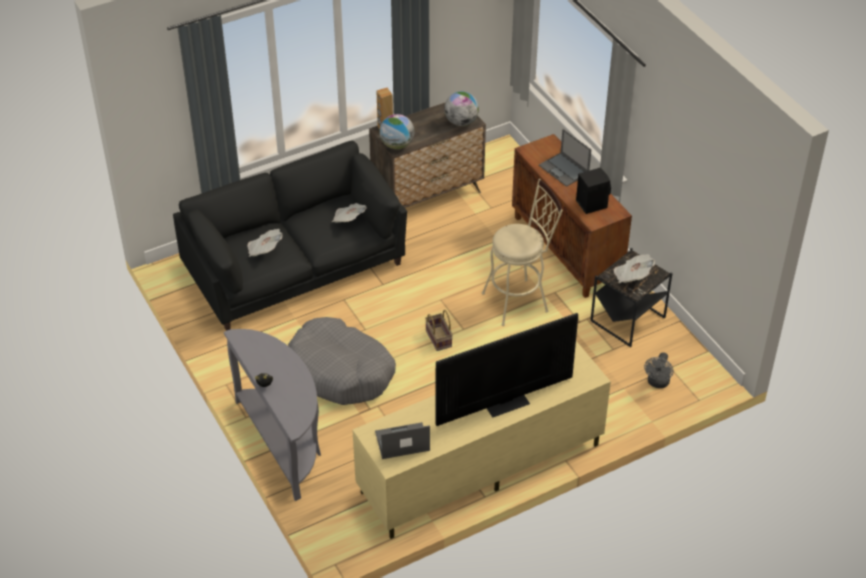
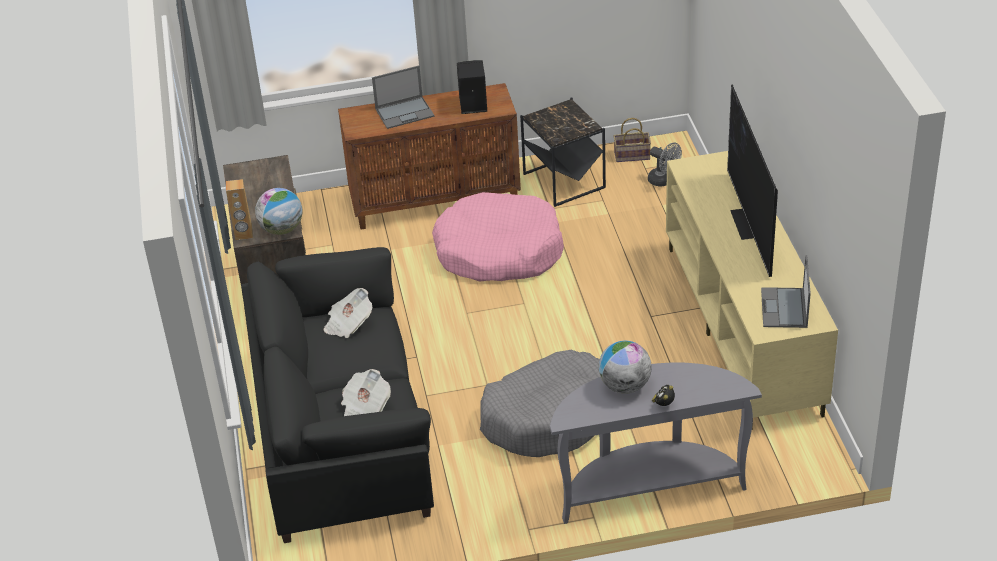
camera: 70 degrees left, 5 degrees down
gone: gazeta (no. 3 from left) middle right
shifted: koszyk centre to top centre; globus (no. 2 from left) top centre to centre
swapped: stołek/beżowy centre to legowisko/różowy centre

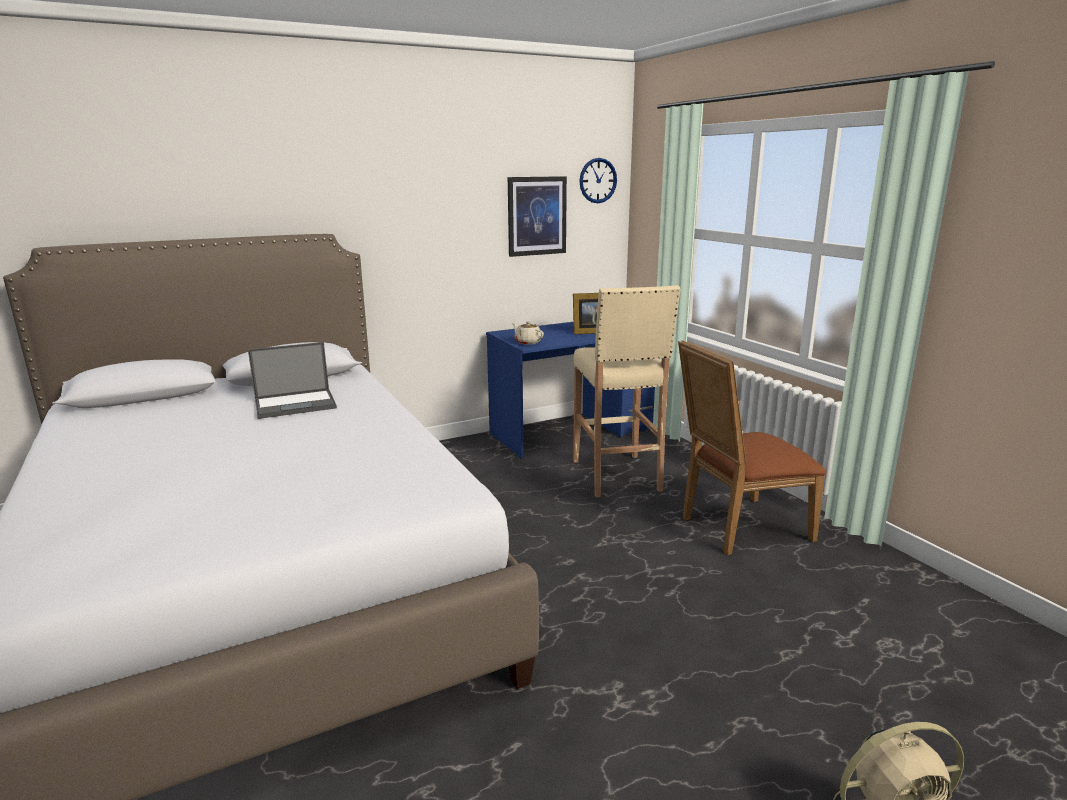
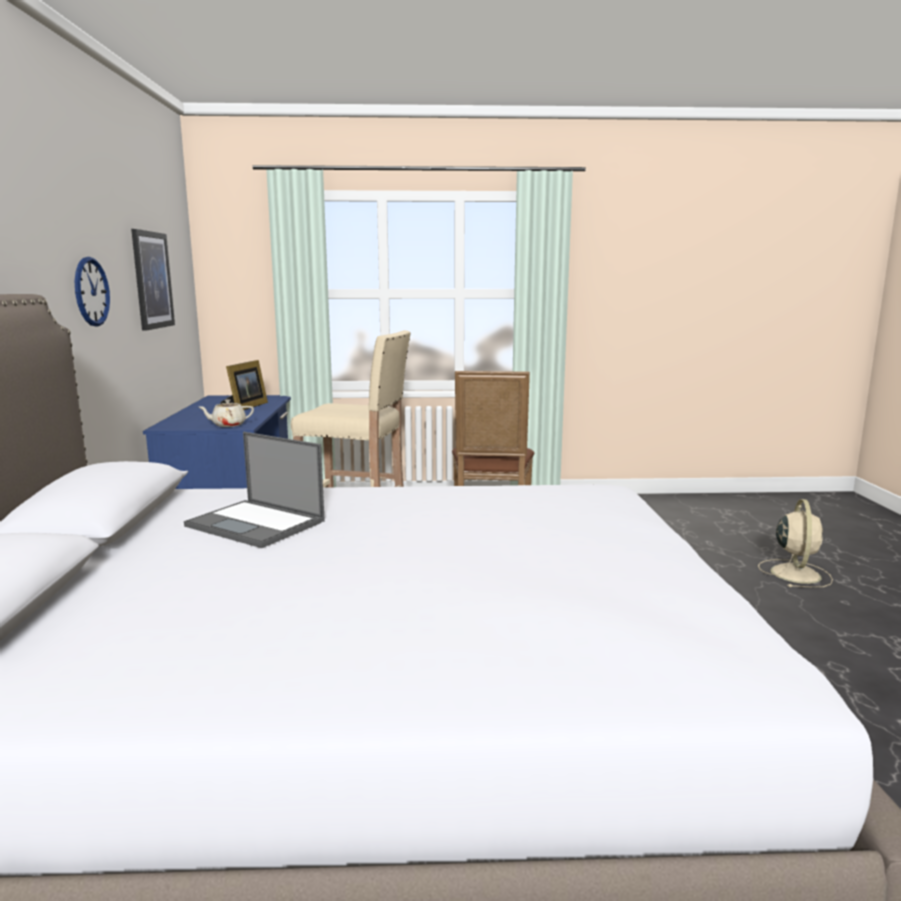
camera: 65 degrees left, 5 degrees down
shifted: zegar ścienny top centre to top left
rotated: laptop middle left = middle left 120 degrees clockwise

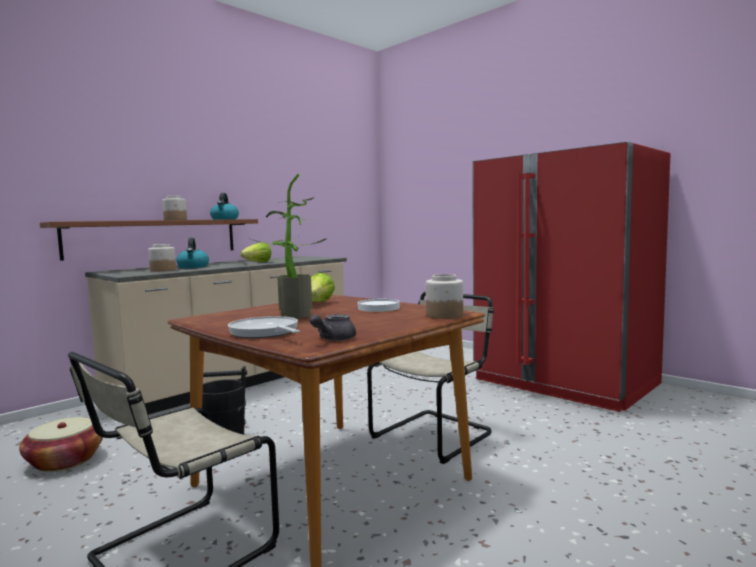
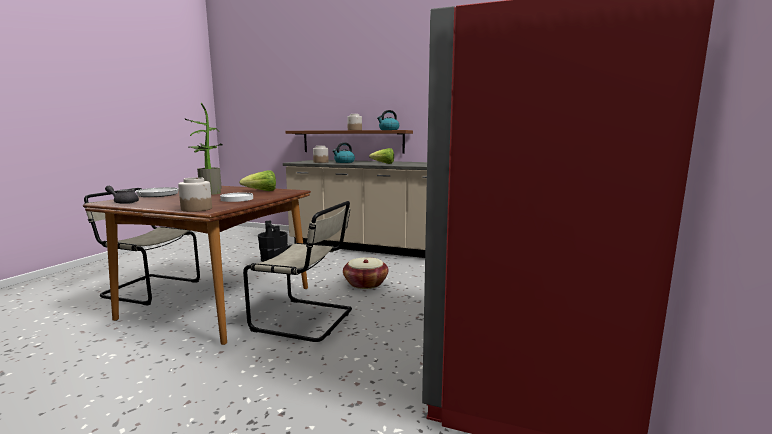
camera: 65 degrees right, 5 degrees up
shifted: koszyk bottom left to centre

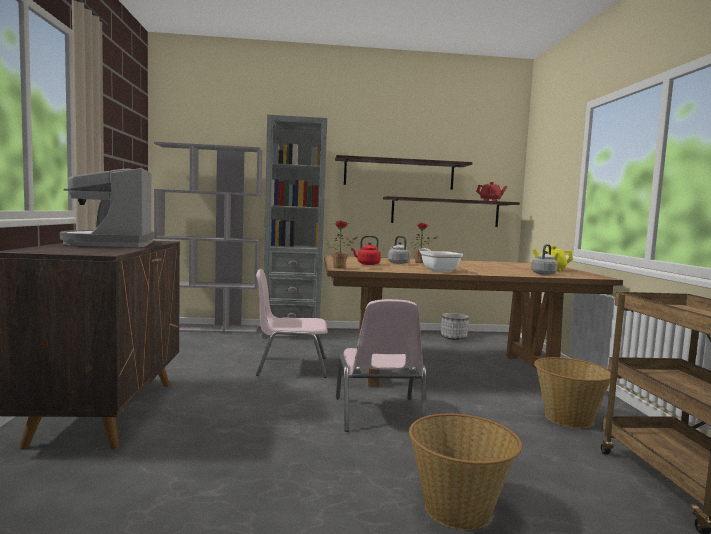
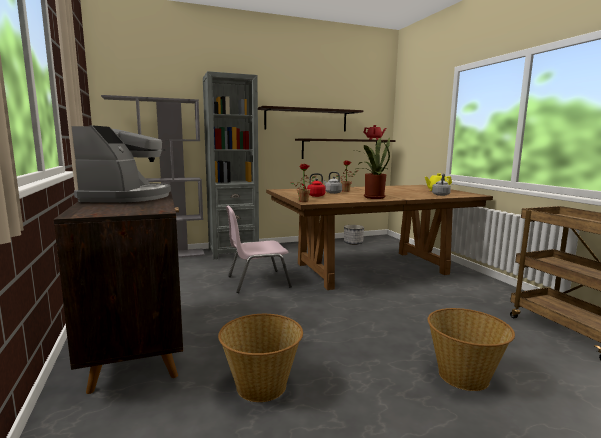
camera: 15 degrees left, 5 degrees up
gone: krzesło/różowy (no. 2 from left) bottom centre
shifted: koszyk (no. 2 from left in the first image) bottom right to koszyk (no. 1 from left) bottom centre
swapped: patelnia centre to roślina doniczkowa (no. 3 from left) centre
rotated: ekspres do kawy middle left = middle left 150 degrees counterclockwise

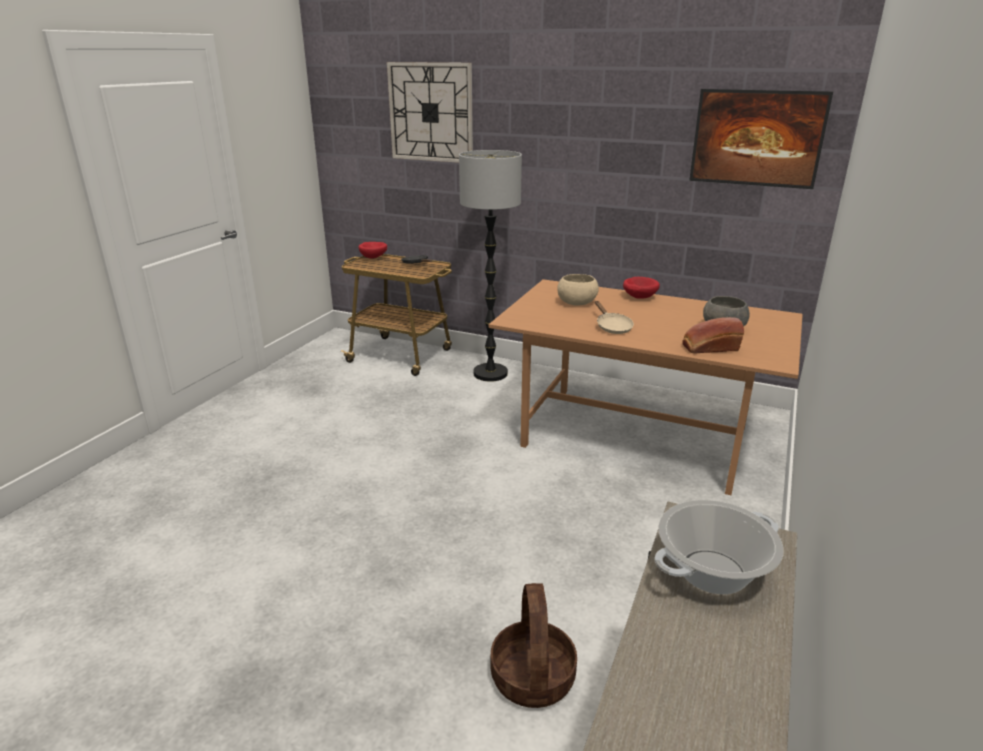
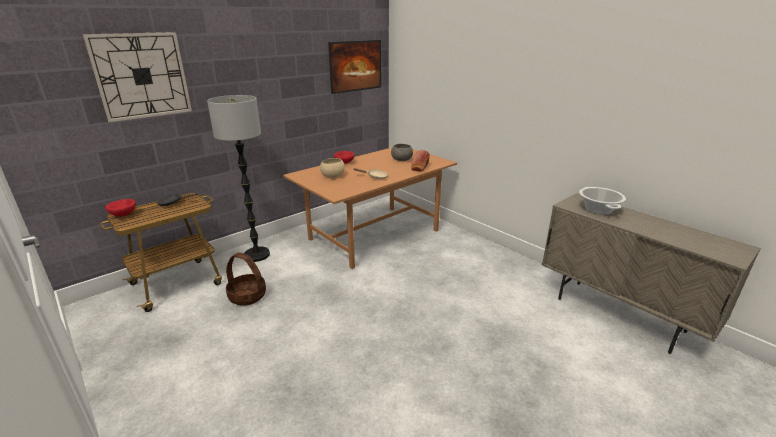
camera: 65 degrees left, 0 degrees up
shifted: koszyk bottom centre to middle left

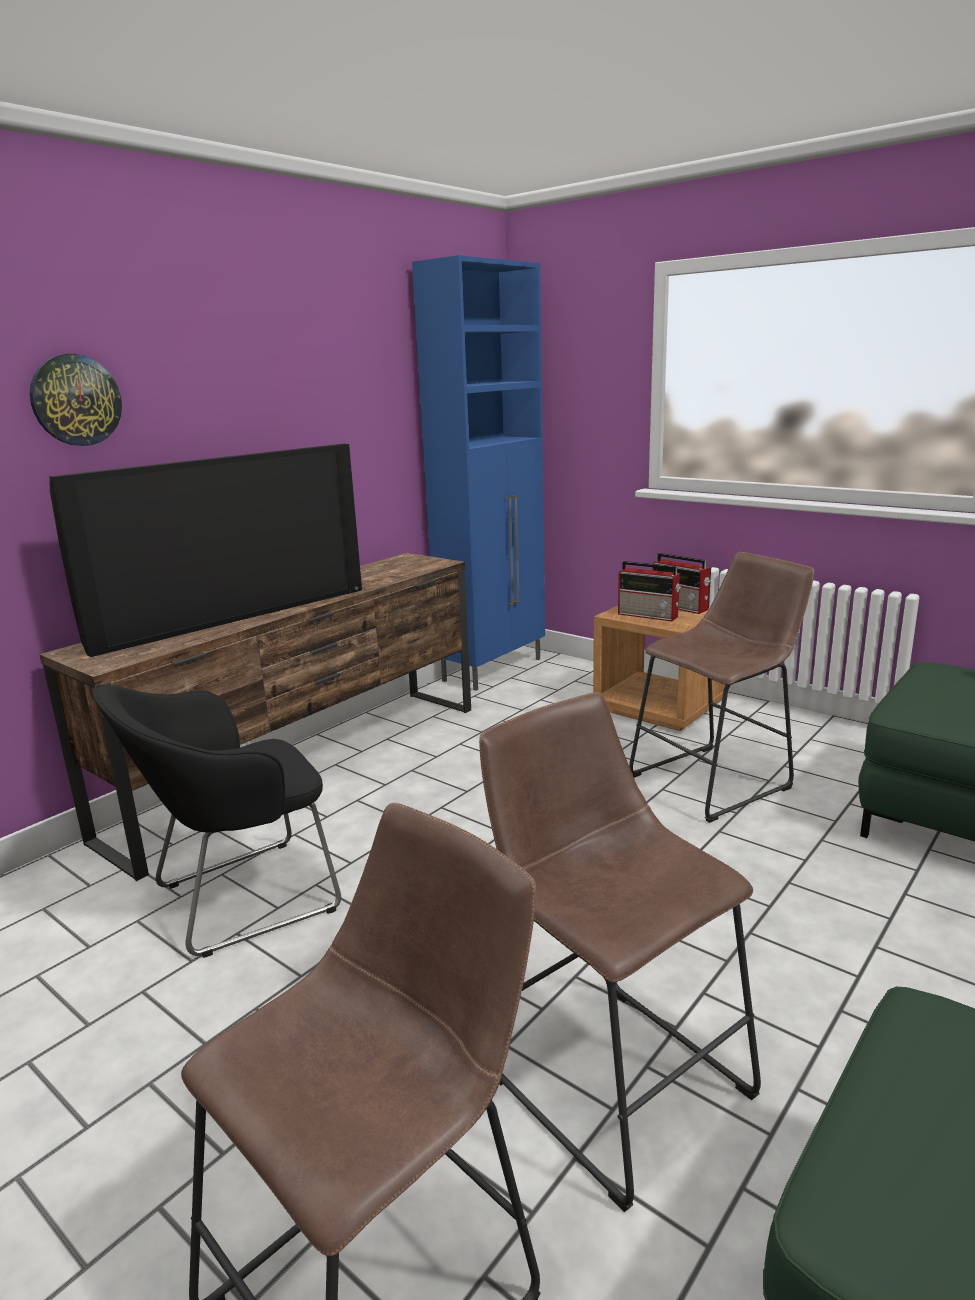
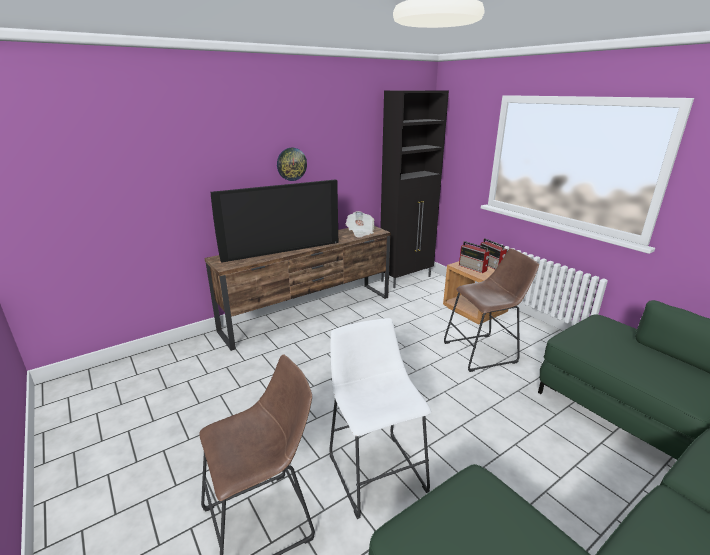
camera: 15 degrees right, 5 degrees up
gone: fotel/czarny middle left
new: gazeta centre
shifted: zegar ścienny top left to top centre
repainted: szafka/niebieski centre to szafka/czarny centre; stołek/brązowy (no. 2 from left) bottom centre to stołek/biały bottom centre

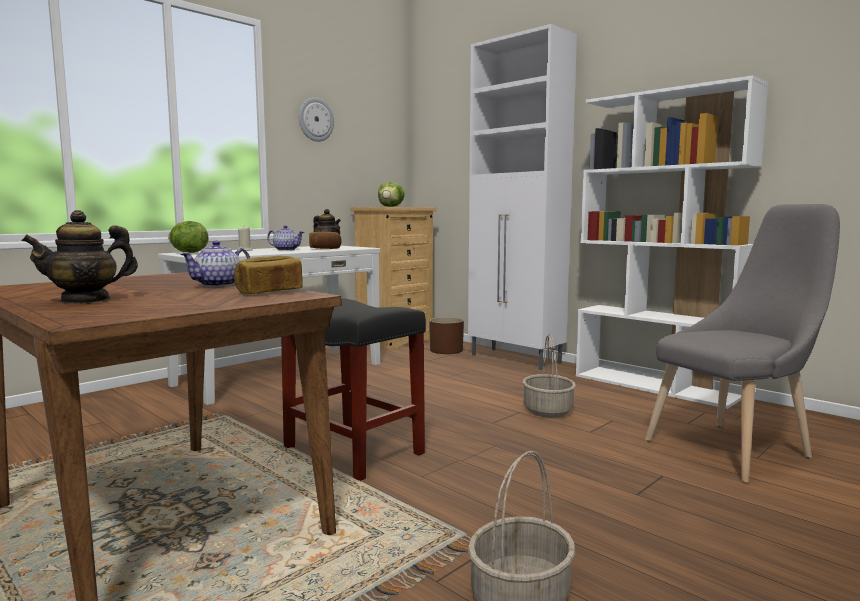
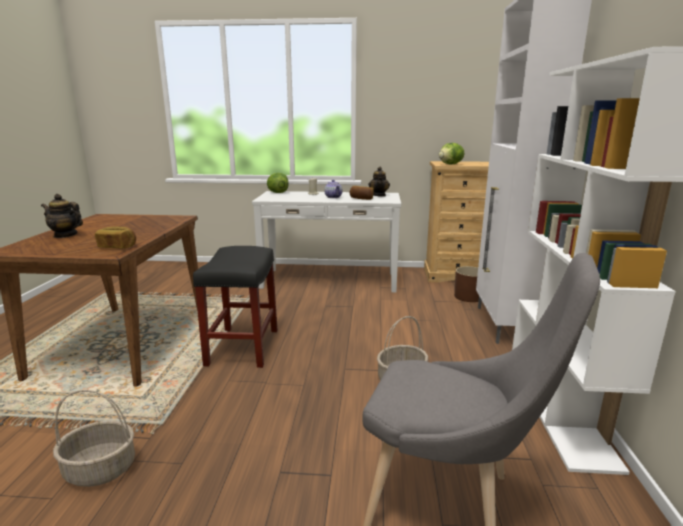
camera: 50 degrees right, 10 degrees up
gone: imbryk (no. 2 from left) middle left; zegar ścienny top centre

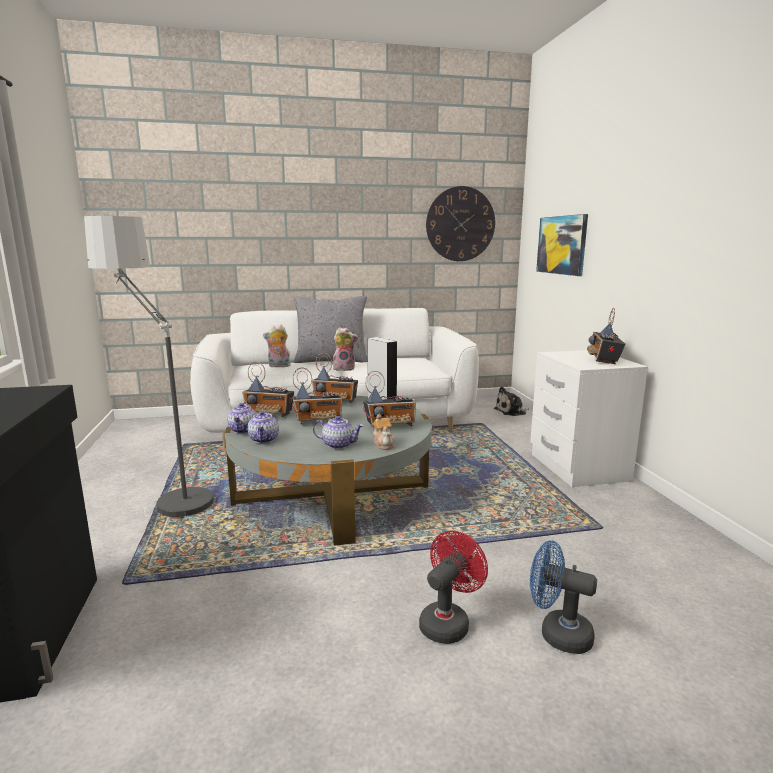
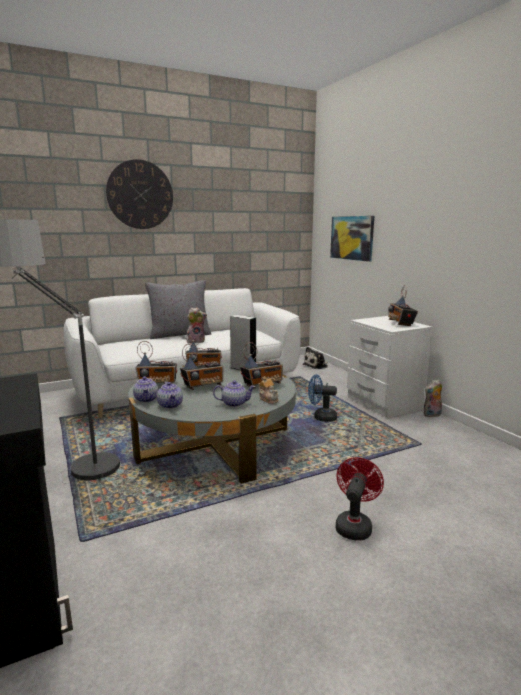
camera: 15 degrees left, 0 degrees up
shifted: pluszak (no. 1 from left in the first image) centre to pluszak (no. 3 from left) middle right; zegar ścienny top centre to top left; wentylator/niebieski bottom right to centre

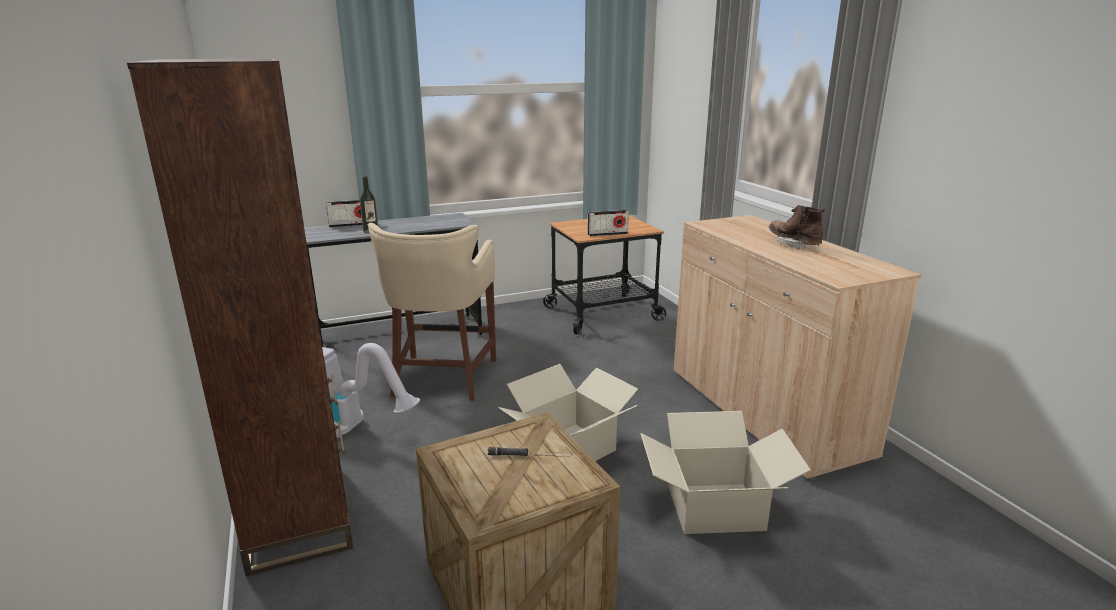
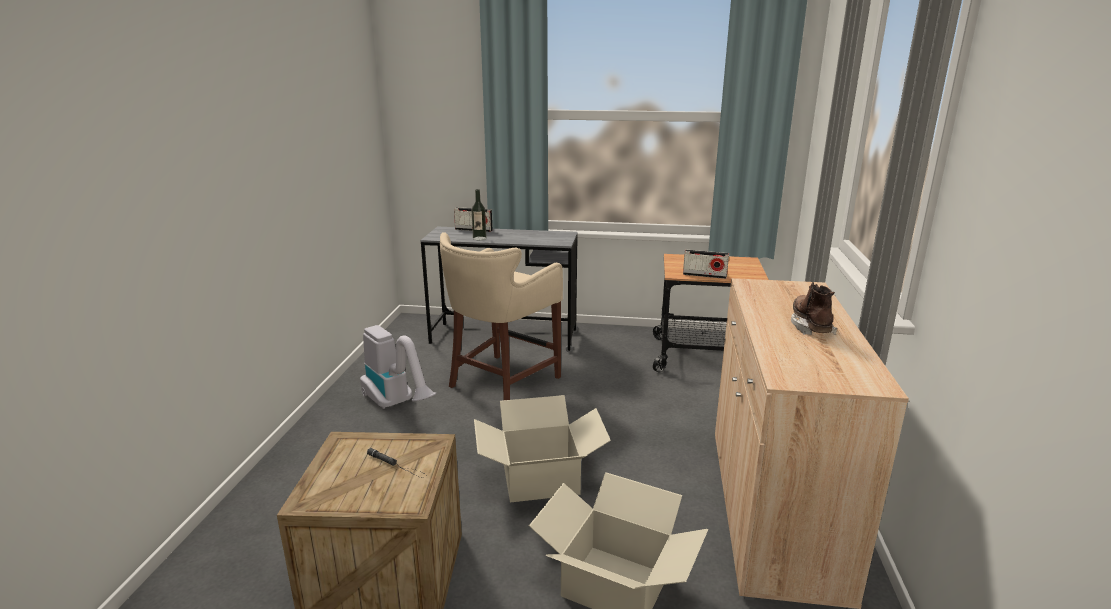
camera: 30 degrees right, 0 degrees up
gone: regał/brązowy middle left

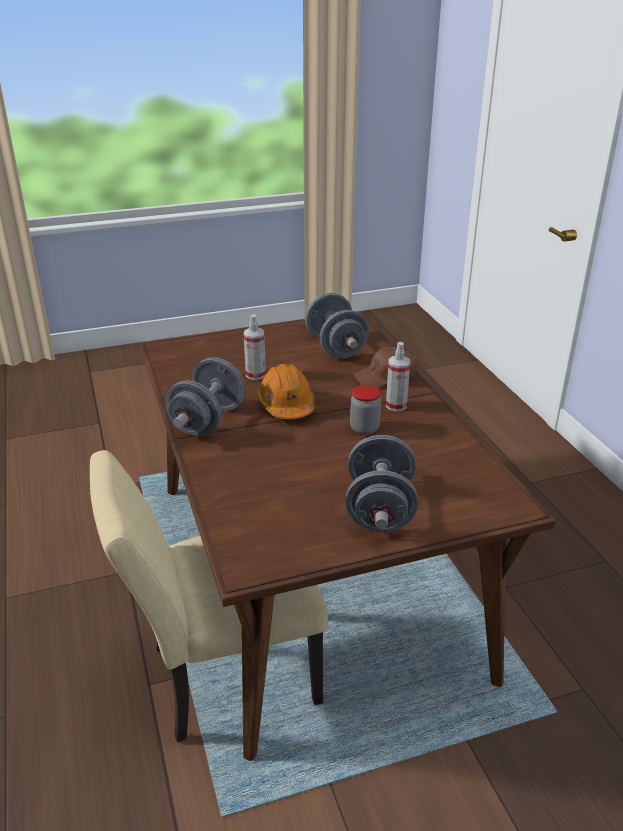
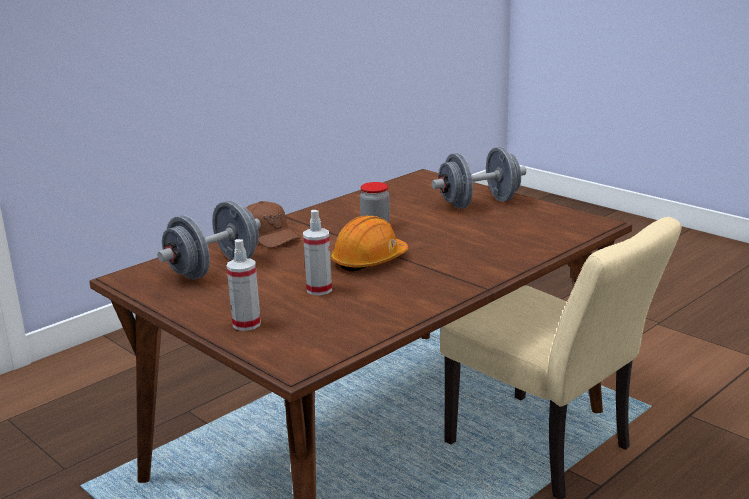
camera: 115 degrees left, 10 degrees down
gone: hantel/szary (no. 1 from left) middle left
shifted: spryskiwacz (no. 2 from left in the first image) centre to spryskiwacz (no. 1 from left) middle left

